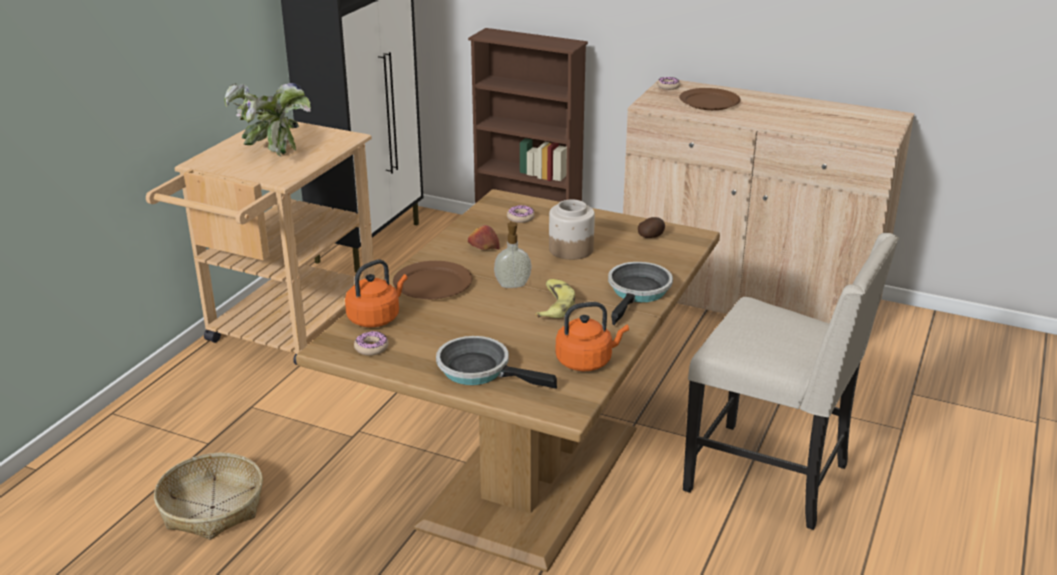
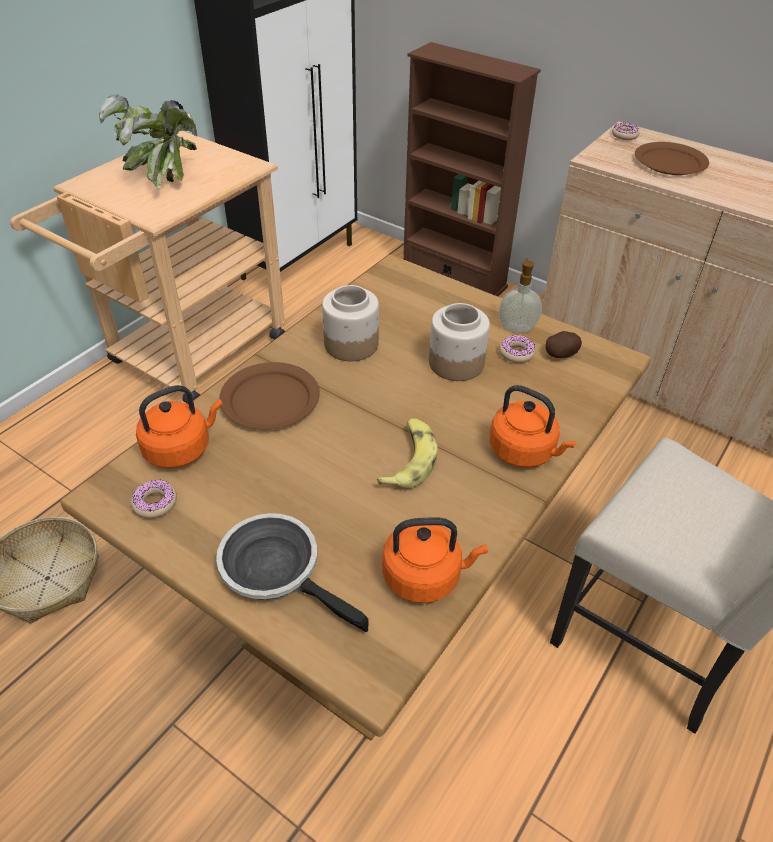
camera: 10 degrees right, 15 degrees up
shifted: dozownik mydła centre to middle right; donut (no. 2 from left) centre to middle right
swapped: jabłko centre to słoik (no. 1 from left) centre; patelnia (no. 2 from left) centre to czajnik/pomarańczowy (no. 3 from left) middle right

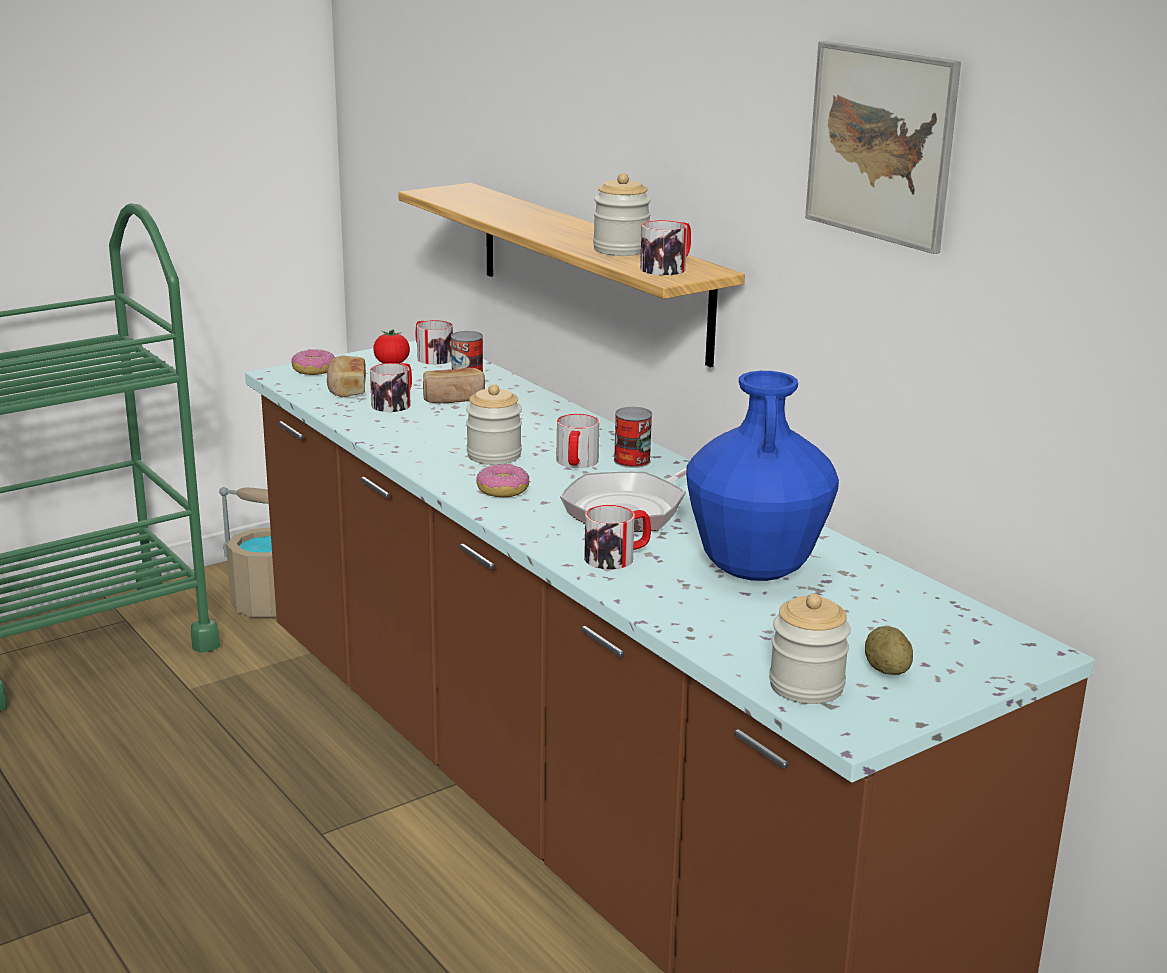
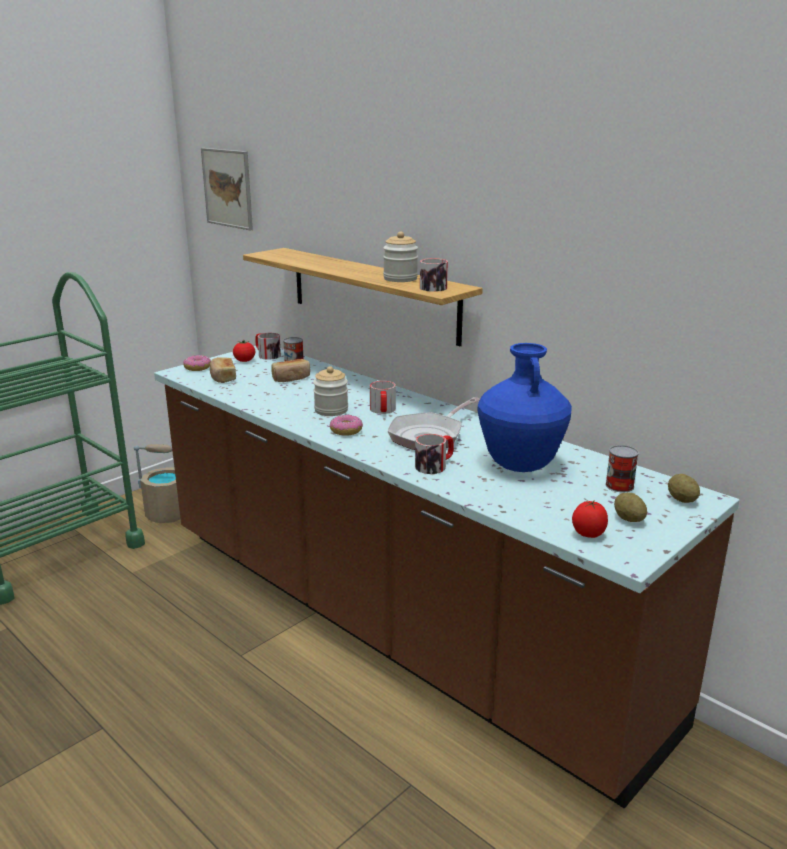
camera: 10 degrees left, 0 degrees up
gone: kubek (no. 1 from left) centre
new: ziemniak (no. 2 from left) middle right
shifted: puszka (no. 2 from left) centre to middle right; obraz top right to top left
swapped: słoik (no. 3 from left) bottom right to pomidor (no. 2 from left) middle right

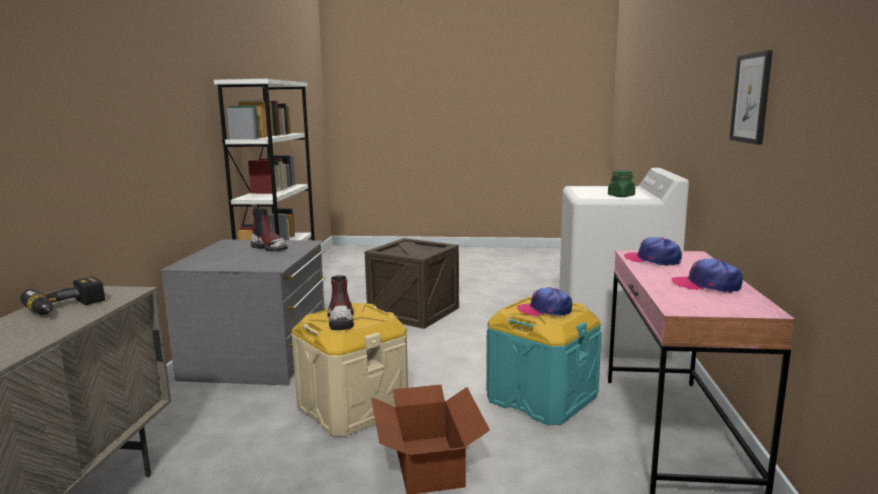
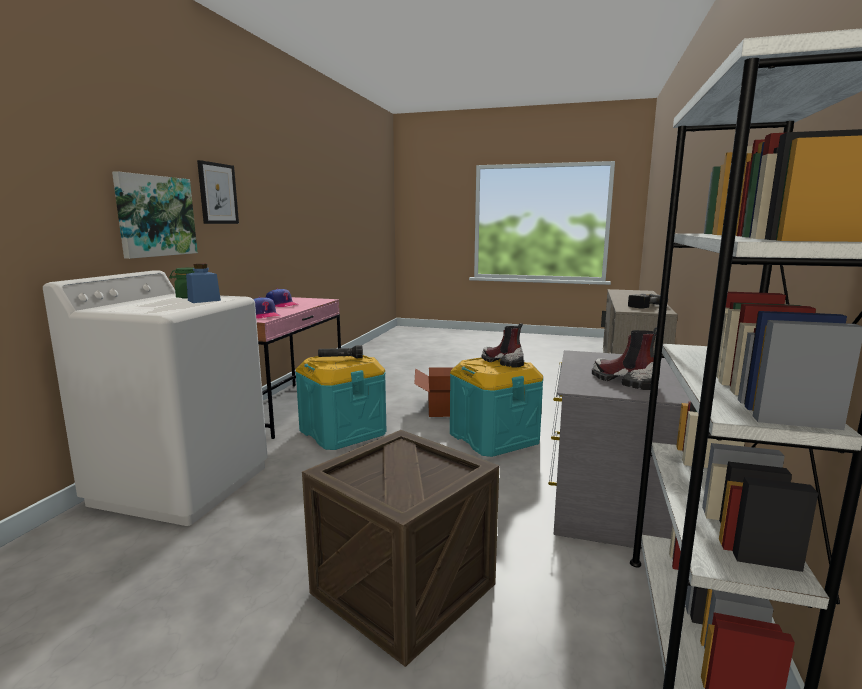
camera: 170 degrees left, 0 degrees up
new: obraz (no. 1 from left) top left; słoik/niebieski middle left
swapped: czapka z daszkiem (no. 1 from left) centre to latarka/czarny centre
repainted: pojemnik do przechowywania/beżowy bottom centre to pojemnik do przechowywania/turkusowy (no. 2 from left) centre
rotated: but z cholewką (no. 2 from left in the first image) centre = centre 135 degrees clockwise

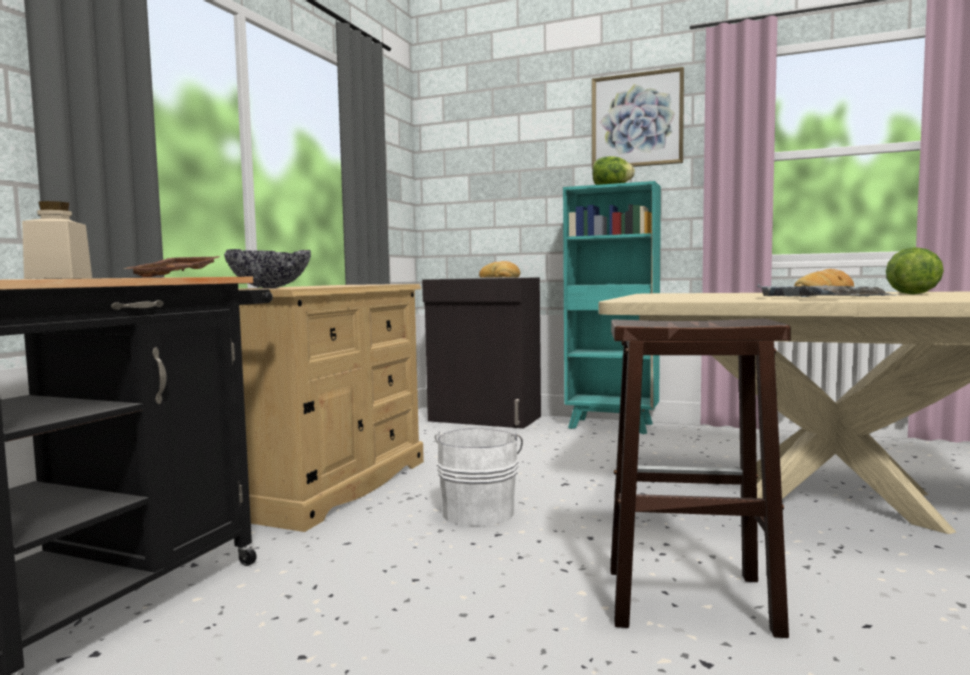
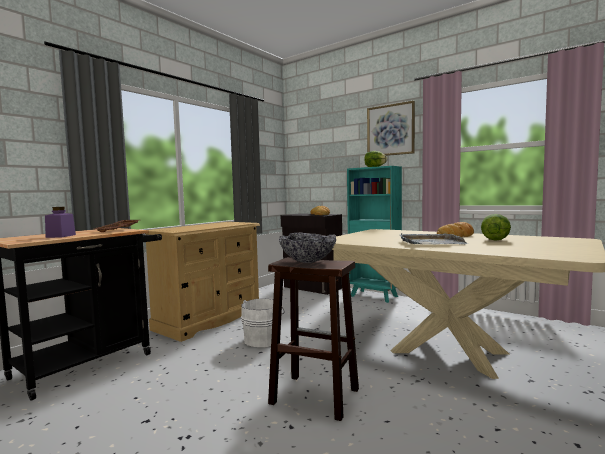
camera: 15 degrees right, 0 degrees up
shifted: miska middle left to centre
repainted: słoik/beżowy middle left to słoik/fioletowy middle left

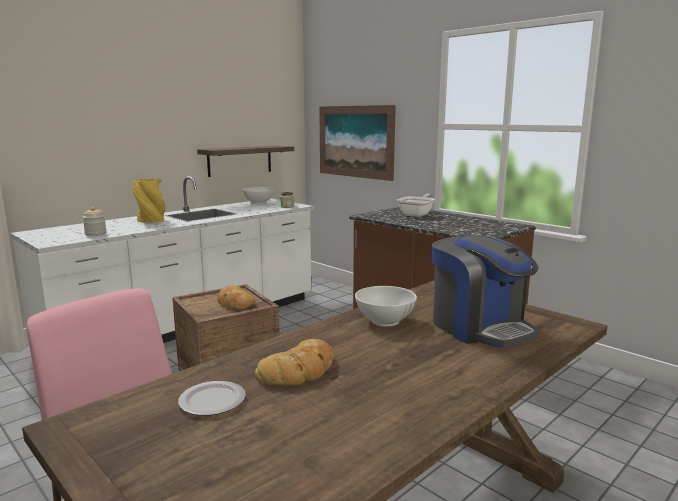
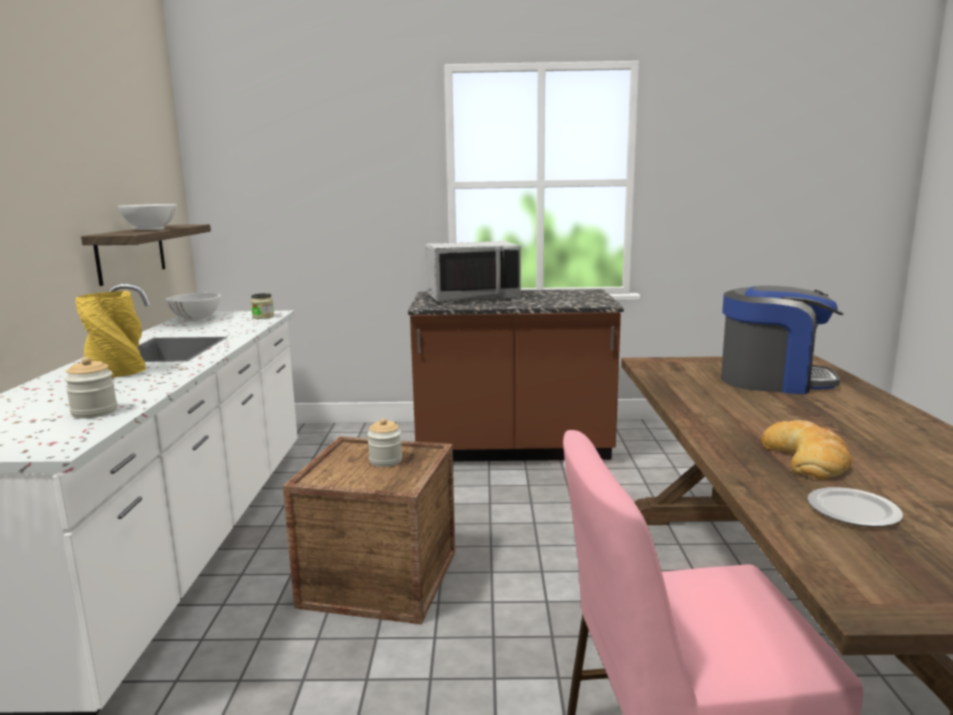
camera: 45 degrees left, 0 degrees up
gone: obraz top centre
shifted: miska/biały (no. 2 from left in the first image) centre to miska/biały (no. 1 from left) top left
swapped: chleb (no. 1 from left) centre to słoik (no. 3 from left) centre; patelnia centre to mikrofalówka/szary centre

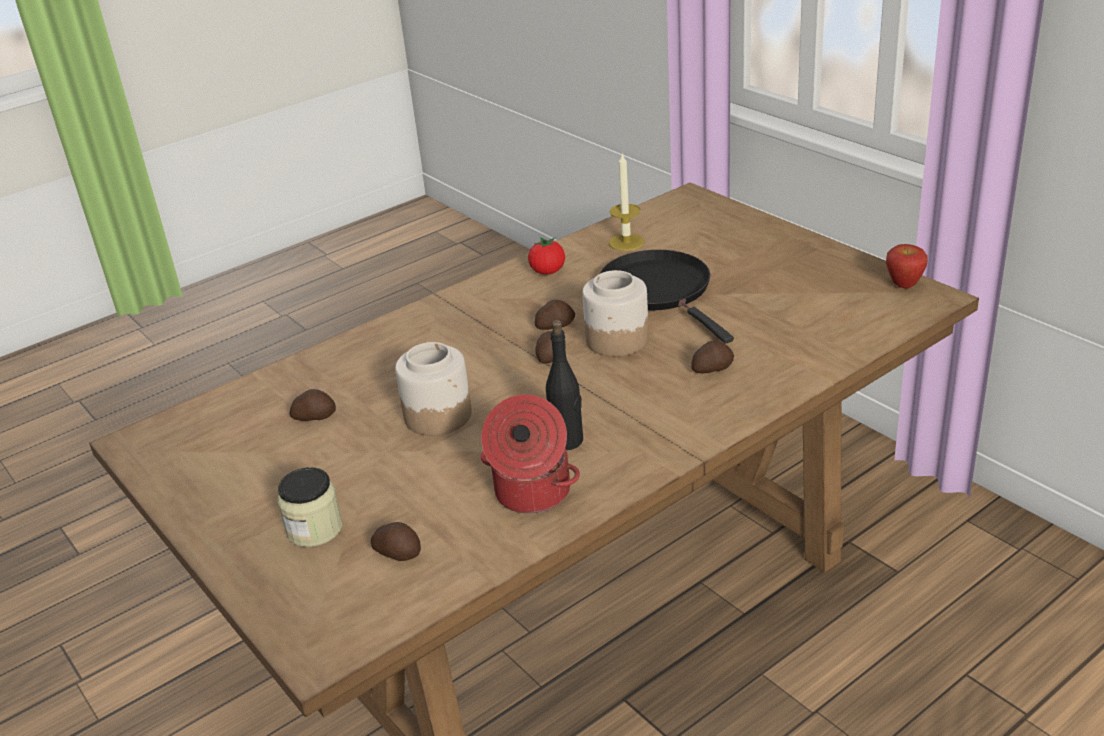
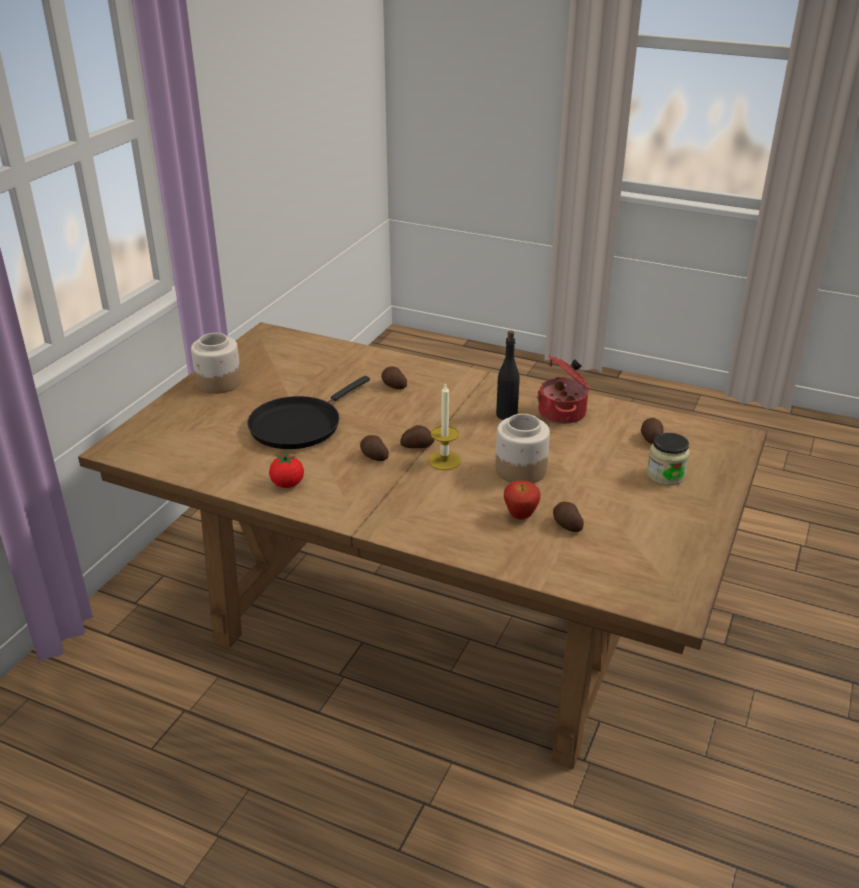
camera: 120 degrees left, 0 degrees up
shifted: słoik (no. 3 from left in the first image) centre to słoik (no. 1 from left) middle left; świeca top centre to centre; jabłko middle right to centre

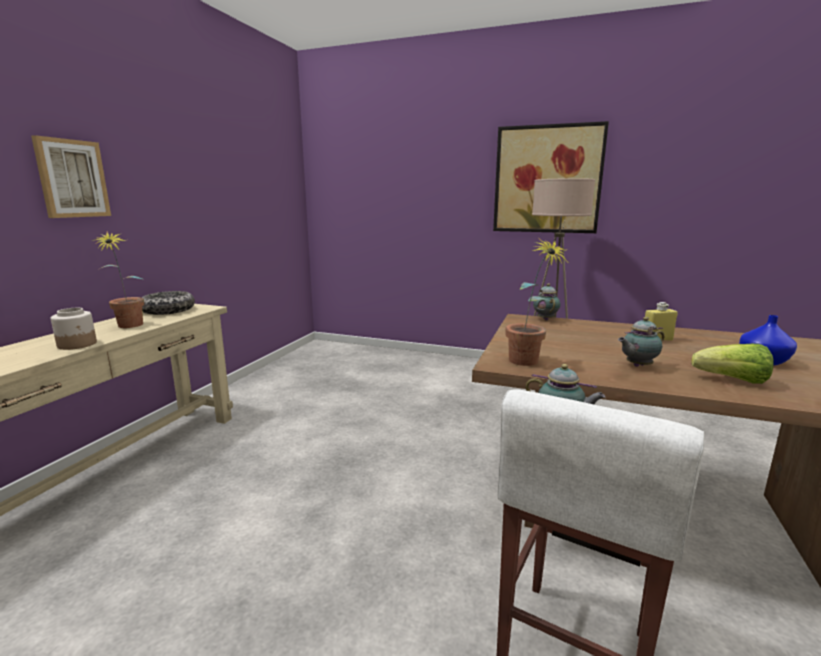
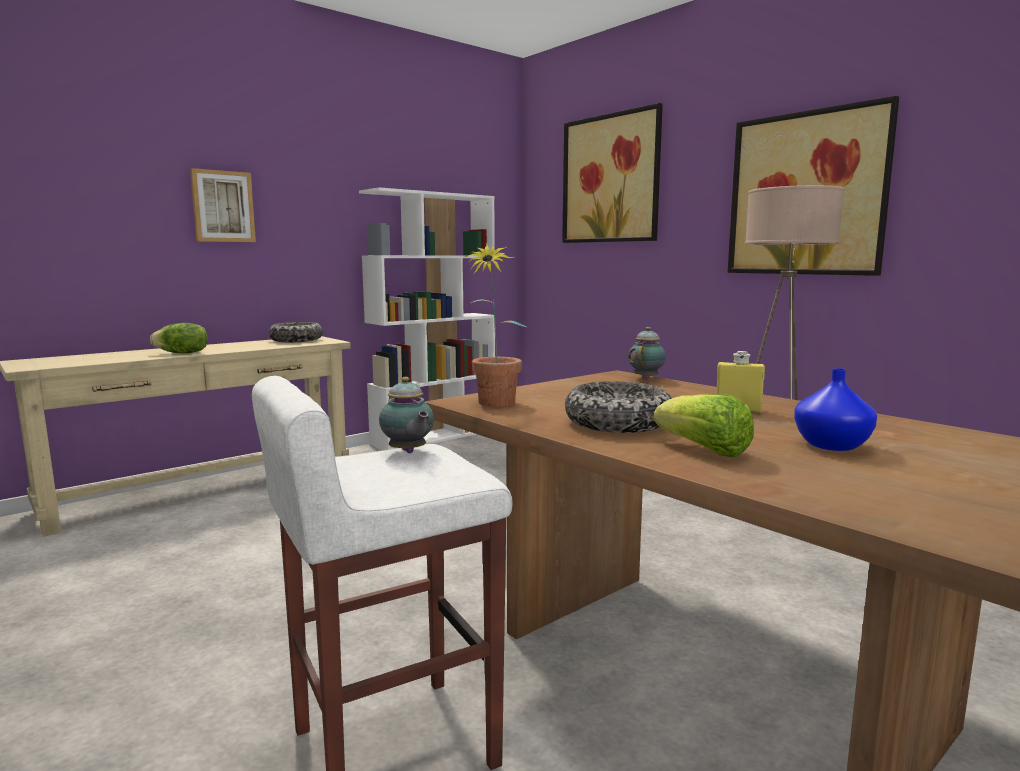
camera: 30 degrees right, 5 degrees down
gone: roślina doniczkowa (no. 1 from left) middle left
new: regał/biały centre; obraz (no. 2 from left) top centre
swapped: słoik middle left to sałata (no. 1 from left) middle left; imbryk (no. 3 from left) middle right to miska (no. 2 from left) centre

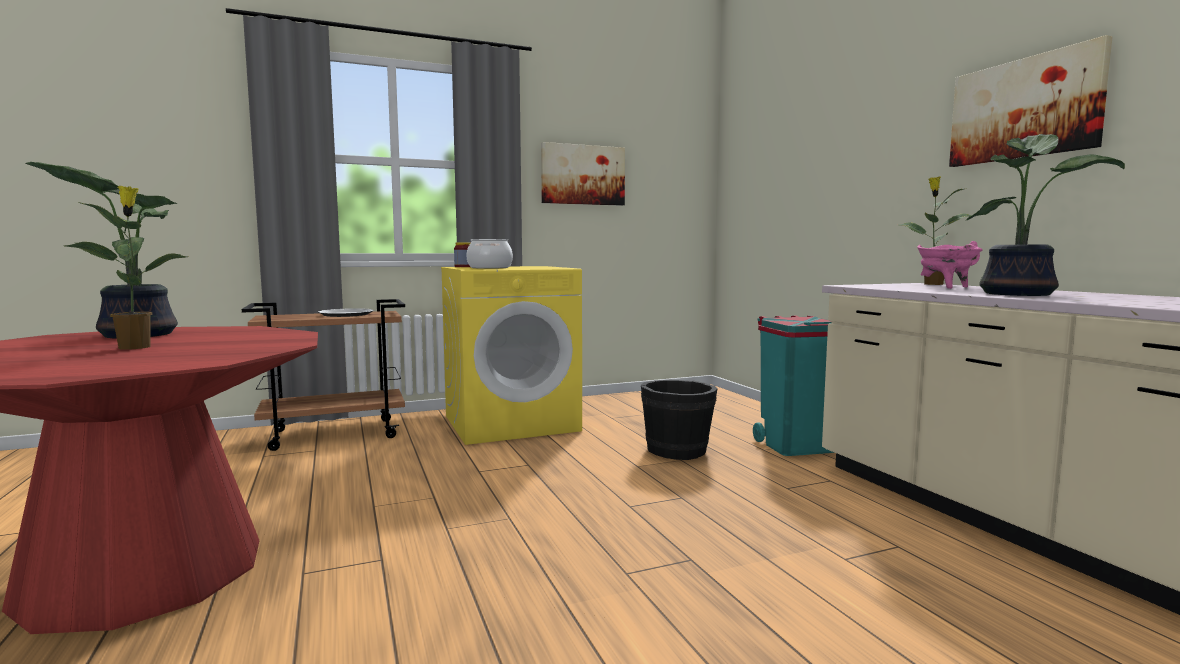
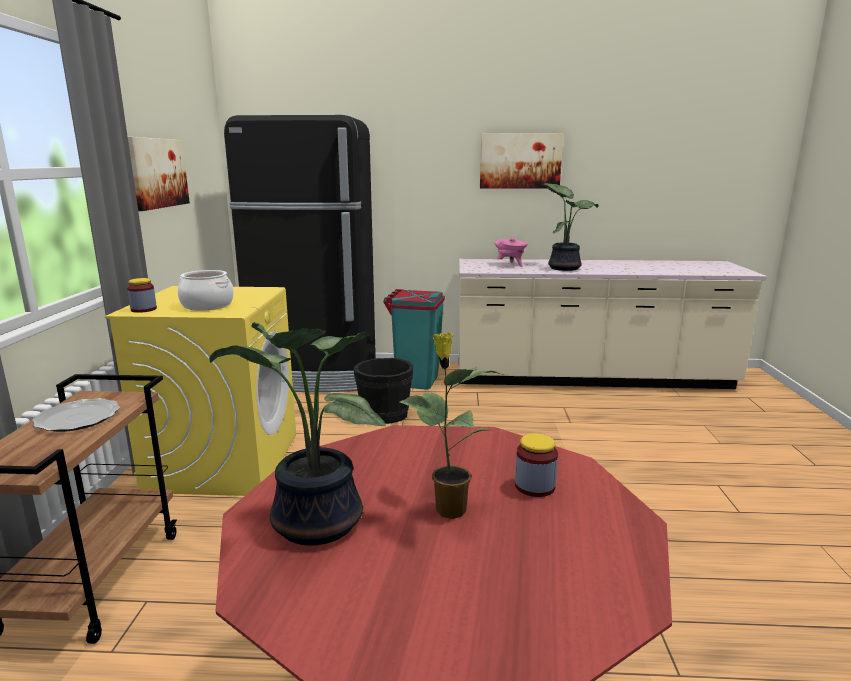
camera: 65 degrees left, 10 degrees up
gone: roślina doniczkowa (no. 3 from left) middle right
new: lodówka/czarny centre; słoik (no. 2 from left) bottom centre

